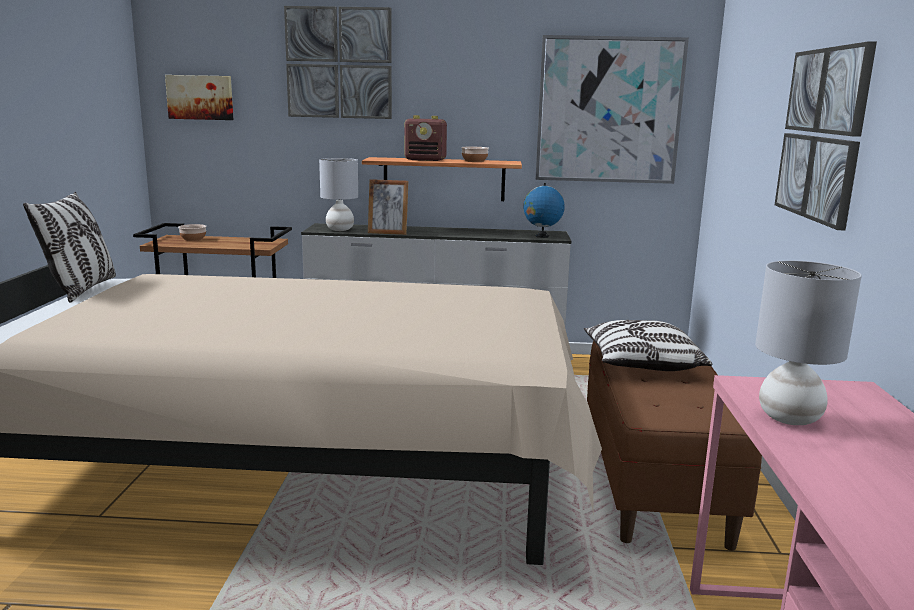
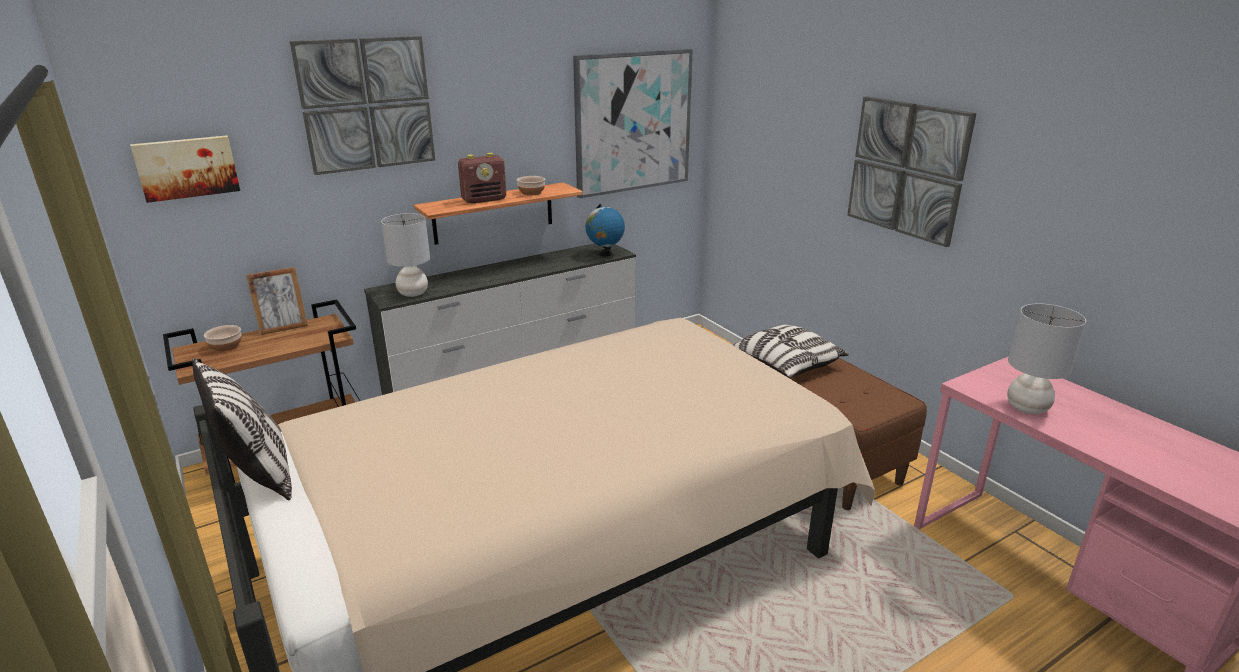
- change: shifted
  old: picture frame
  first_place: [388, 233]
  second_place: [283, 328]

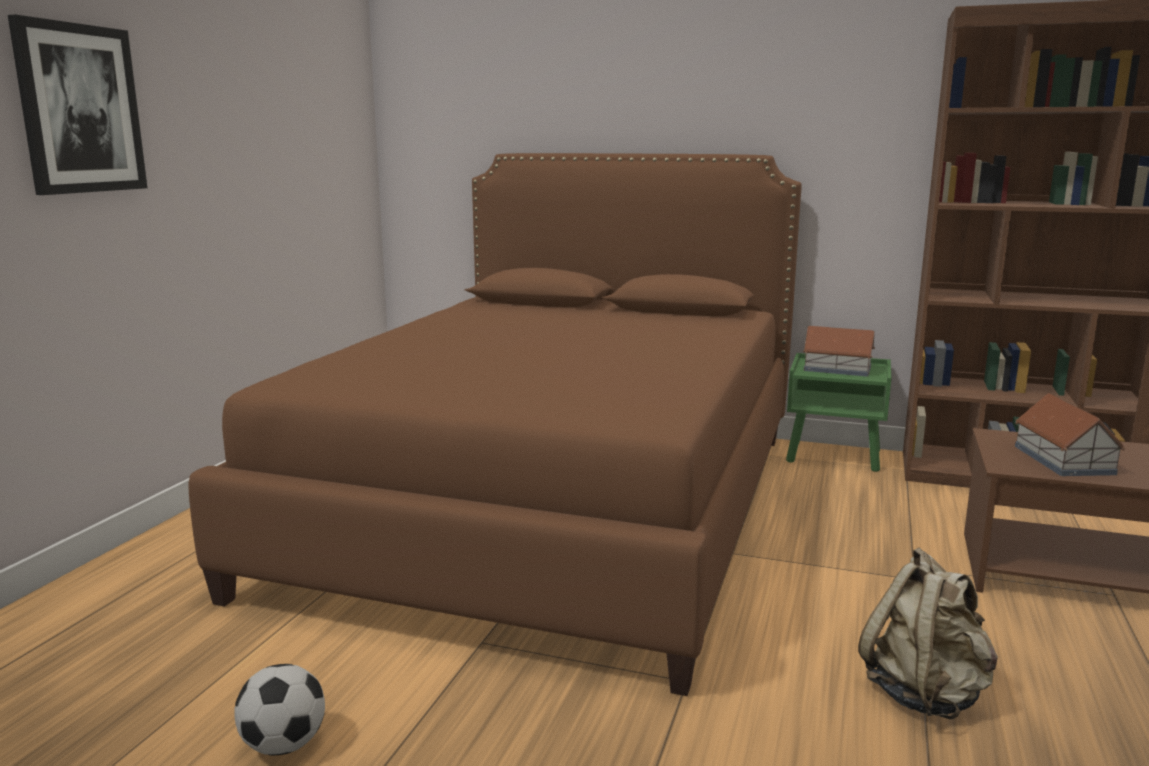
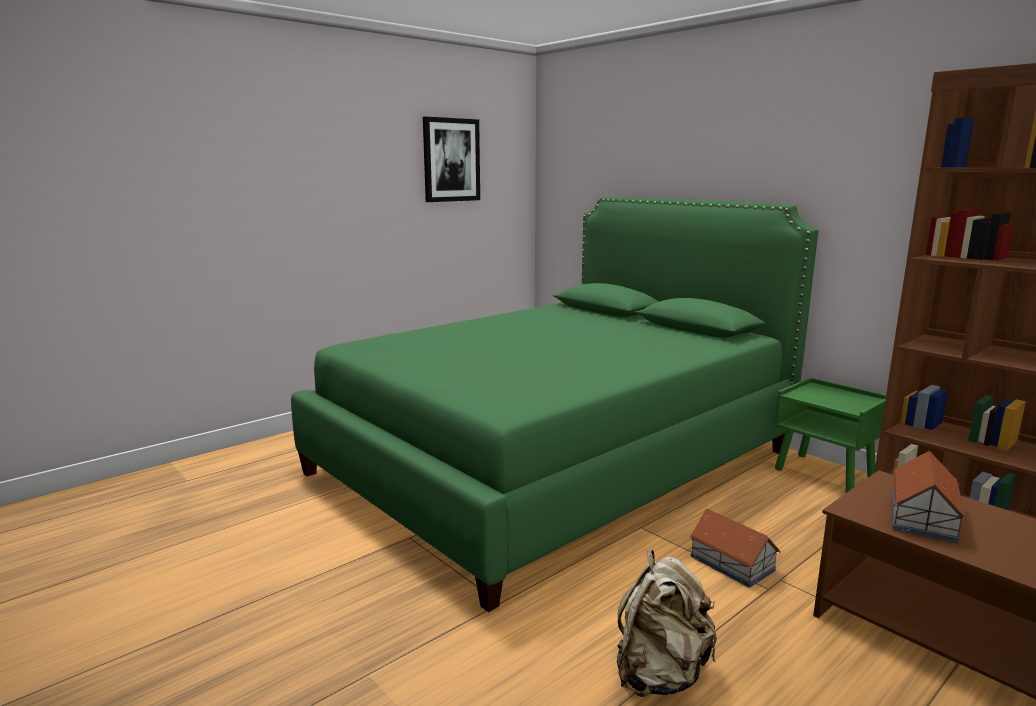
- change: repainted
  old: brown bed
  new: green bed
  first_place: [555, 505]
  second_place: [555, 461]
- change: shifted
  old: picture
  first_place: [80, 109]
  second_place: [451, 160]
- change: shifted
  old: toy house
  first_place: [836, 368]
  second_place: [731, 563]
- change: gone
  old: football
  first_place: [284, 745]

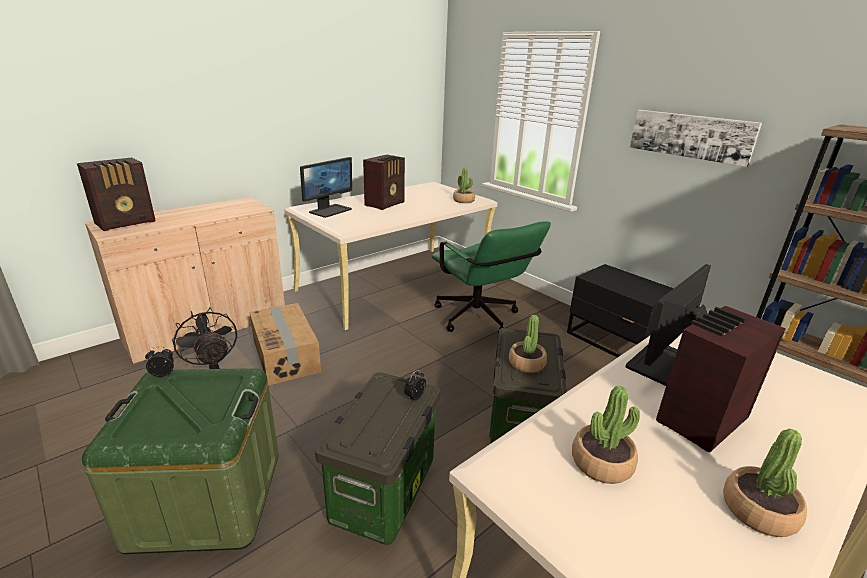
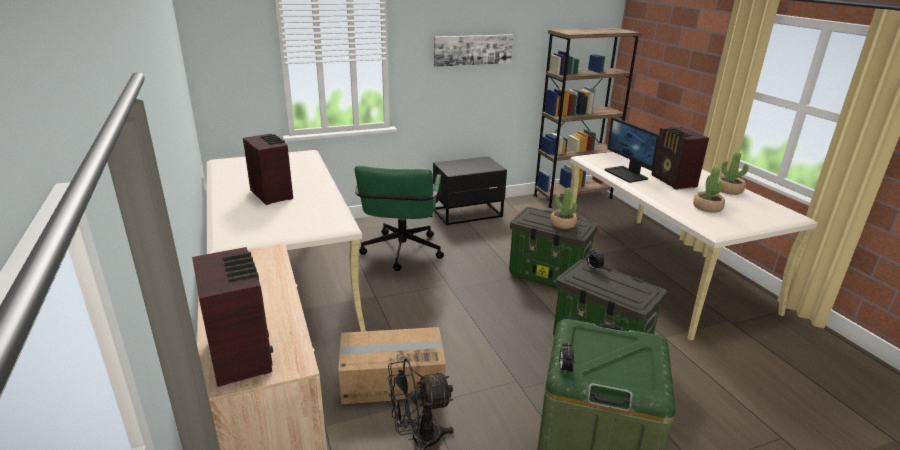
- change: rotated
  old: green office chair
  first_place: [480, 320]
  second_place: [401, 254]
  degrees: 105
- change: gone
  old: monitor
  first_place: [330, 210]
- change: gone
  old: potted plant
  first_place: [463, 200]

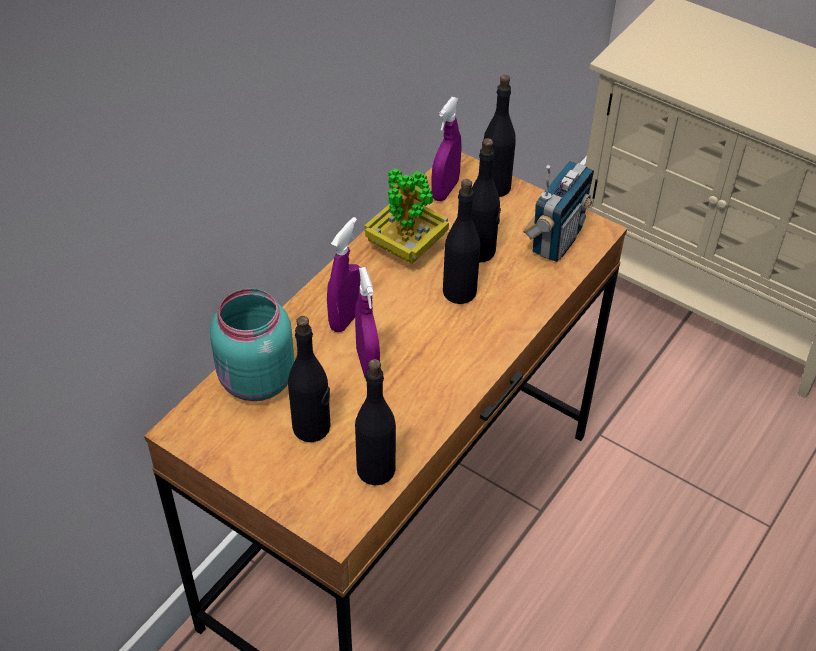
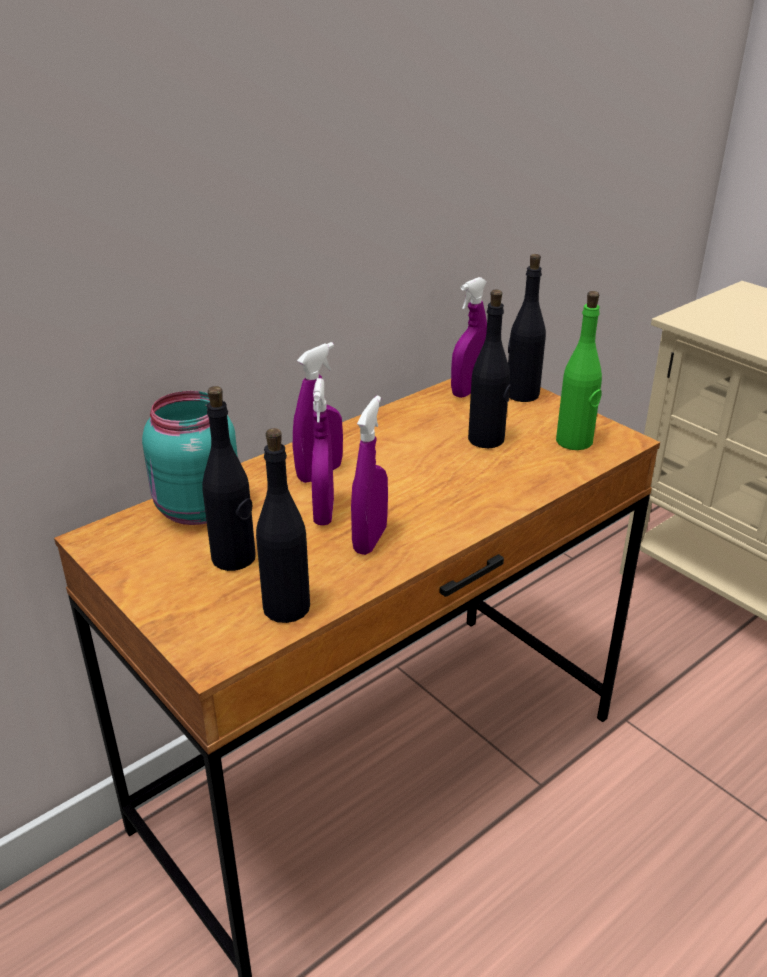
- change: new
  new: purple spray bottle
  second_place: [370, 540]
- change: swapped
  old: radio
  new: green bottle
  first_place: [555, 241]
  second_place: [574, 441]
- change: gone
  old: potted plant
  first_place: [406, 247]
- change: gone
  old: black bottle
  first_place: [459, 291]

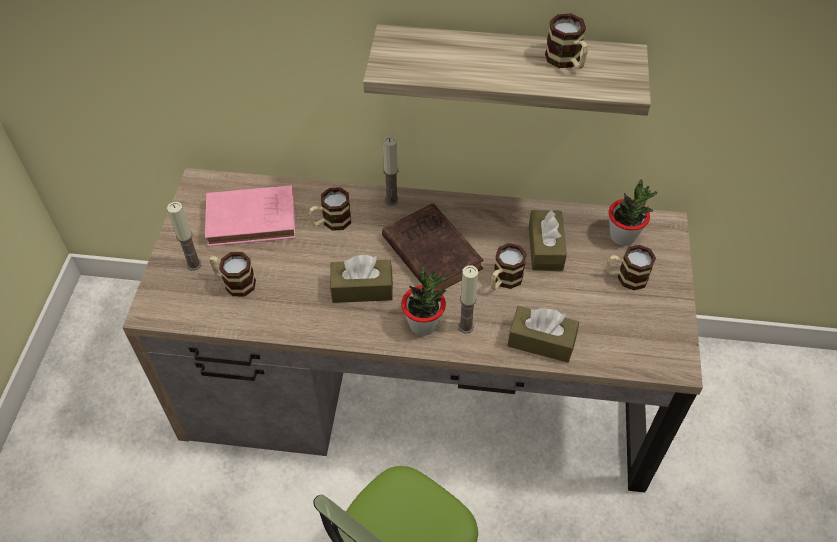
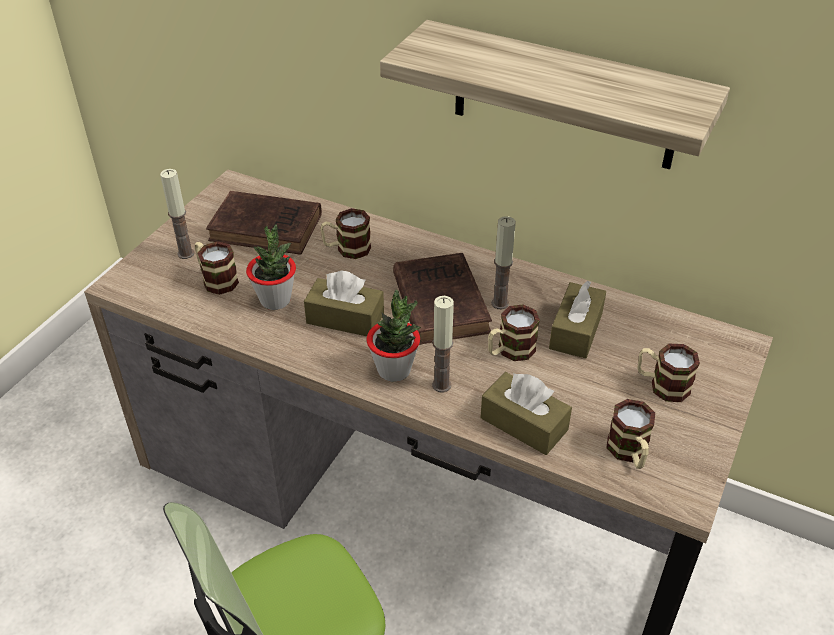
- change: repainted
  old: pink book
  new: brown book
  first_place: [254, 219]
  second_place: [269, 228]
- change: shifted
  old: potted plant
  first_place: [622, 236]
  second_place: [275, 300]
- change: shifted
  old: candle
  first_place: [392, 200]
  second_place: [500, 303]
- change: shifted
  old: mug
  first_place: [566, 61]
  second_place: [629, 453]

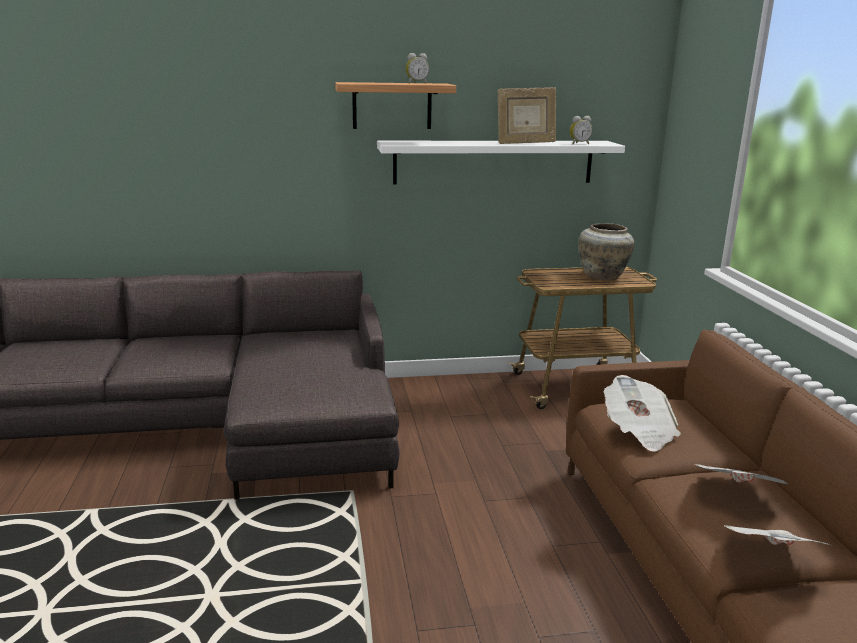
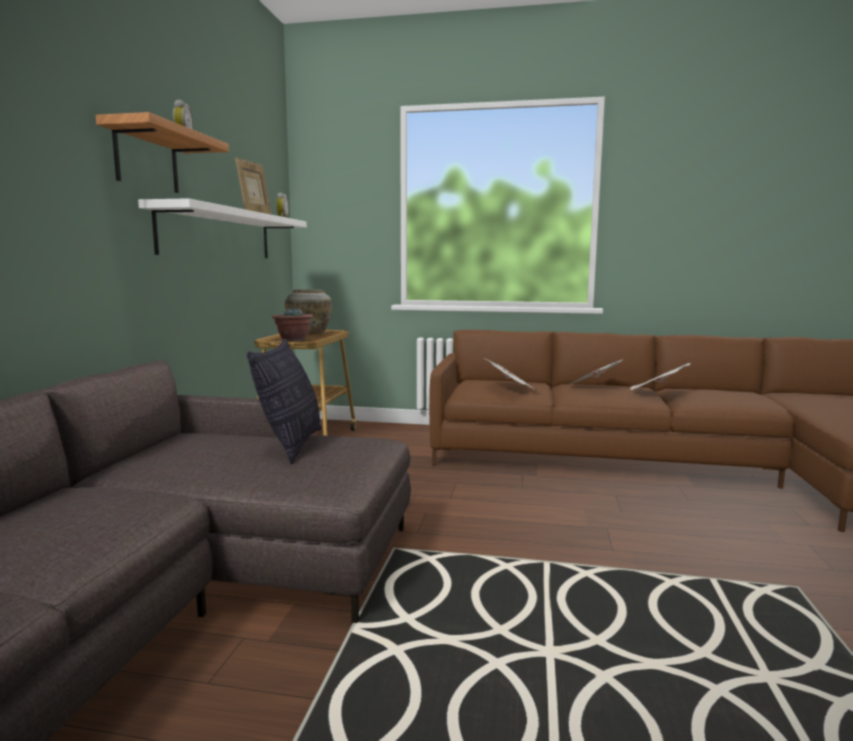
- change: new
  new: pillow
  second_place: [291, 445]
- change: new
  new: potted plant
  second_place: [293, 339]

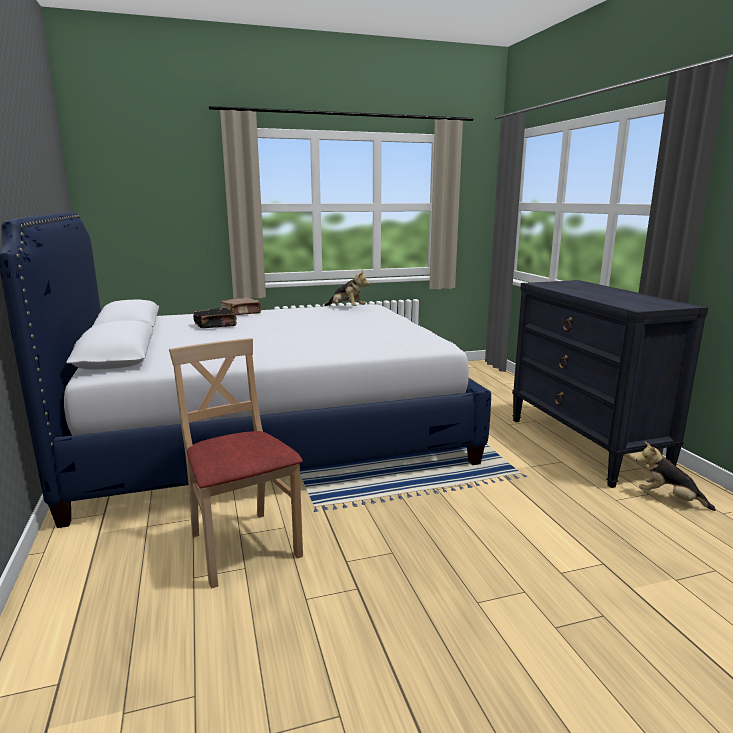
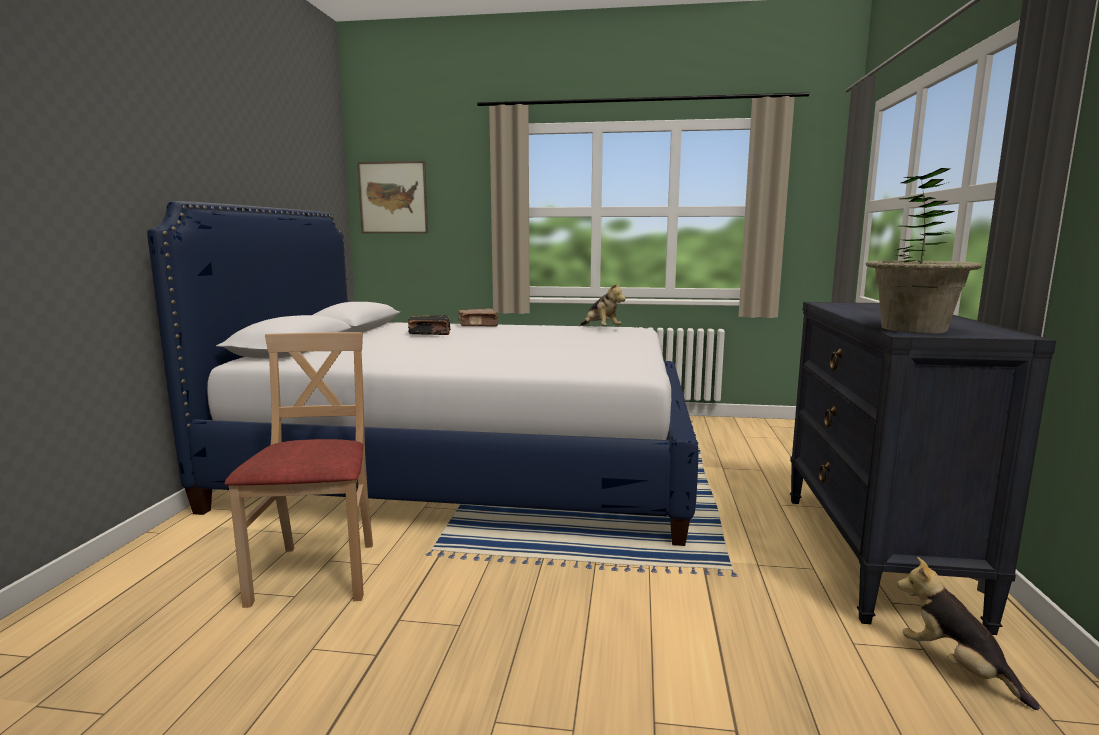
- change: new
  new: picture
  second_place: [393, 198]
- change: new
  new: potted plant
  second_place: [913, 329]

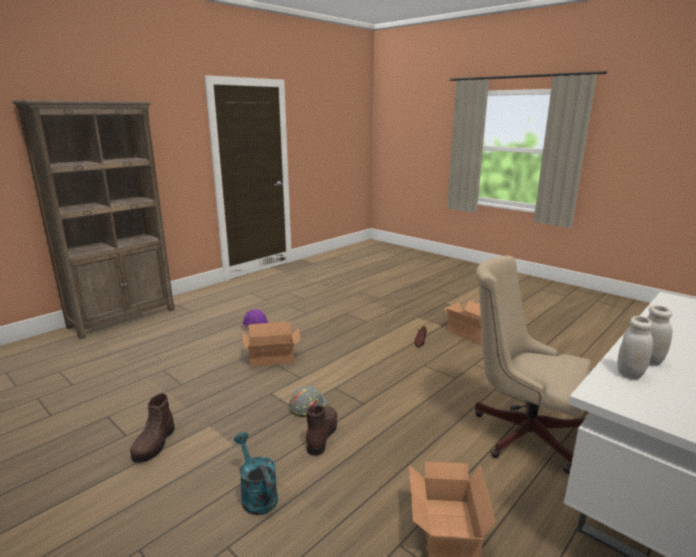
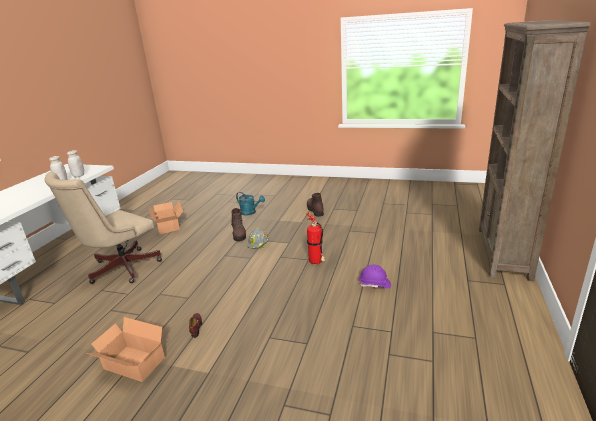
- change: rotated
  old: beige office chair
  first_place: [521, 432]
  second_place: [120, 269]
  degrees: 120
- change: swapped
  old: cardboard box
  new: fire extinguisher
  first_place: [273, 358]
  second_place: [317, 263]

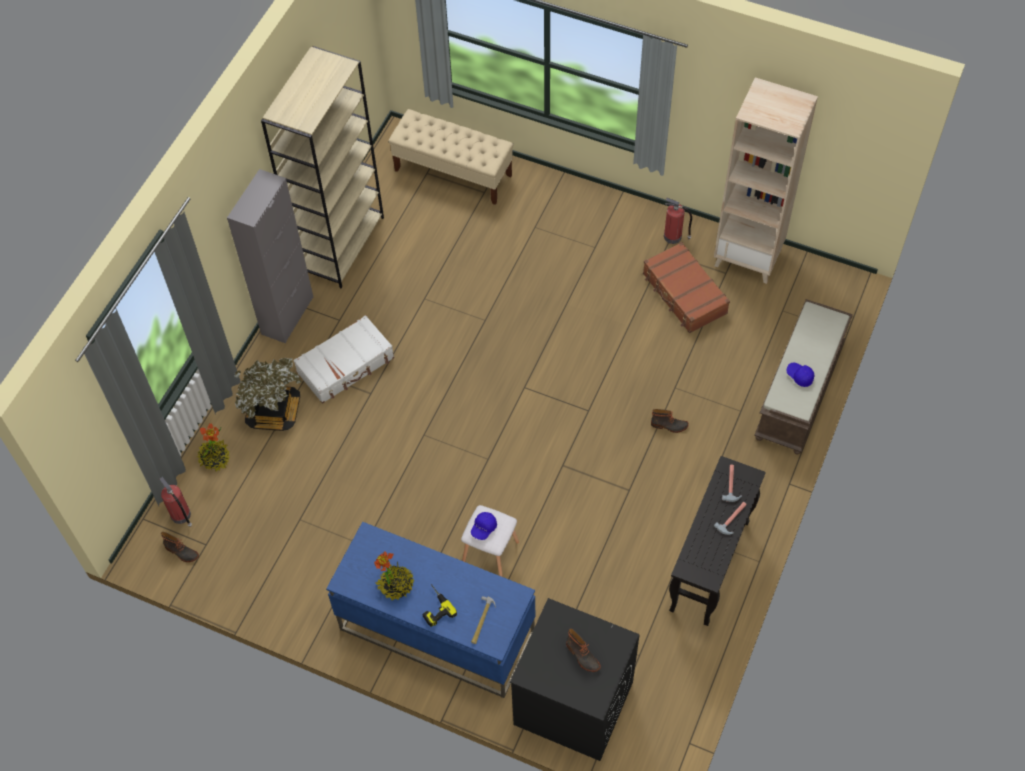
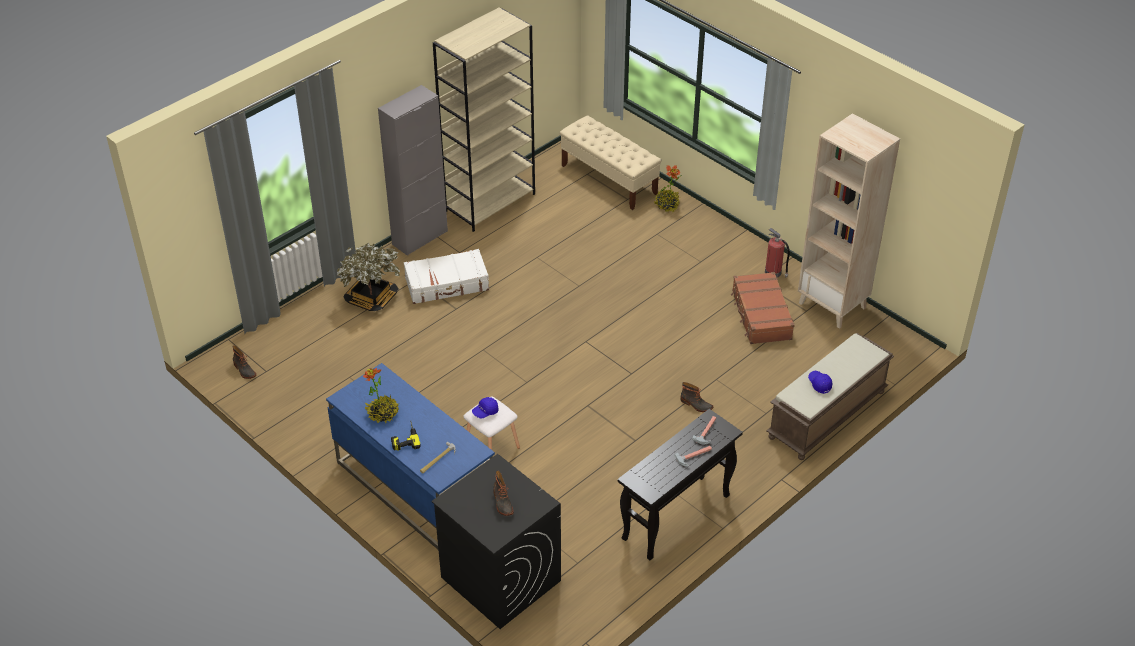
- change: shifted
  old: potted plant
  first_place: [215, 458]
  second_place: [667, 205]
- change: gone
  old: fire extinguisher
  first_place: [181, 515]

